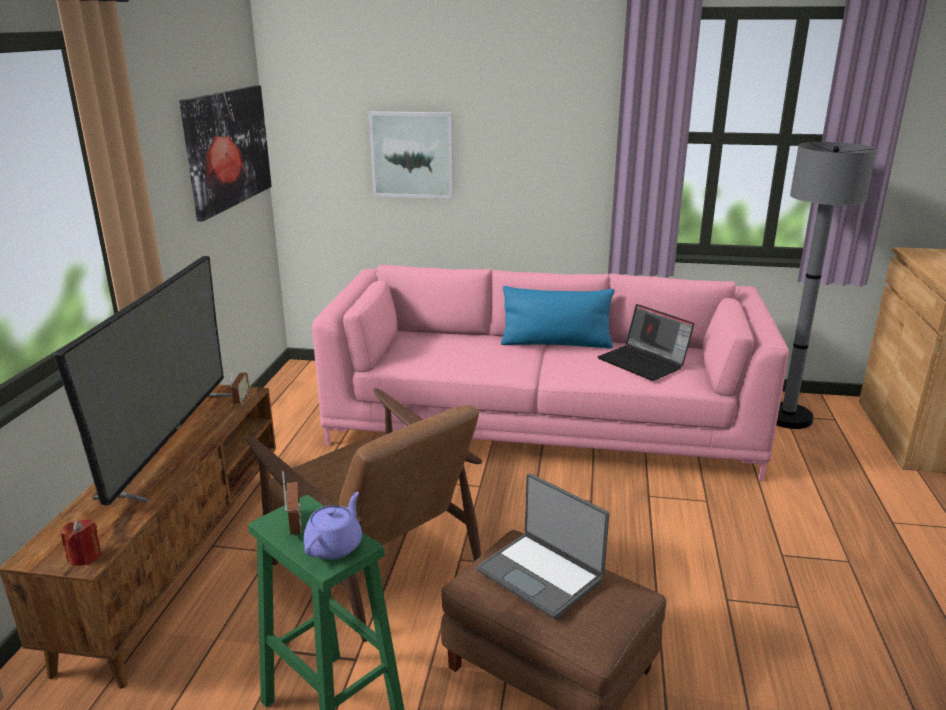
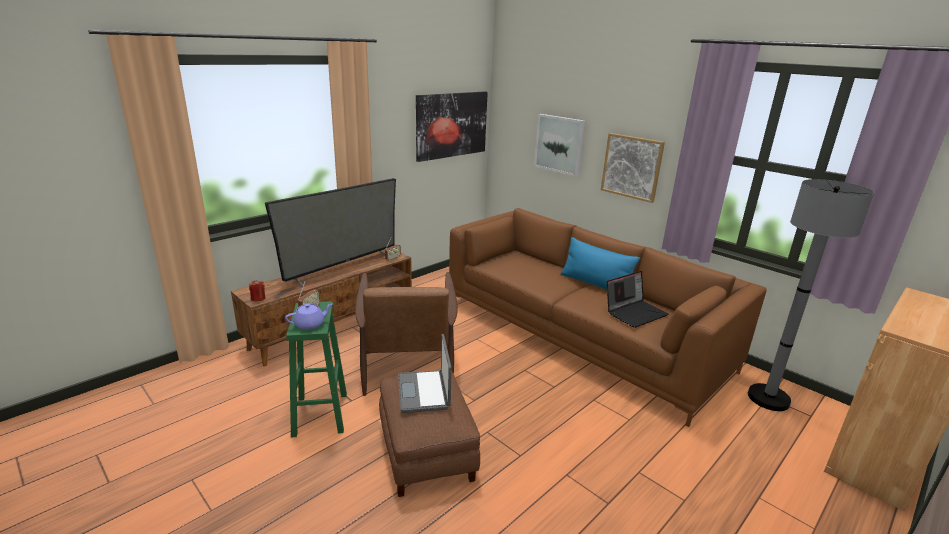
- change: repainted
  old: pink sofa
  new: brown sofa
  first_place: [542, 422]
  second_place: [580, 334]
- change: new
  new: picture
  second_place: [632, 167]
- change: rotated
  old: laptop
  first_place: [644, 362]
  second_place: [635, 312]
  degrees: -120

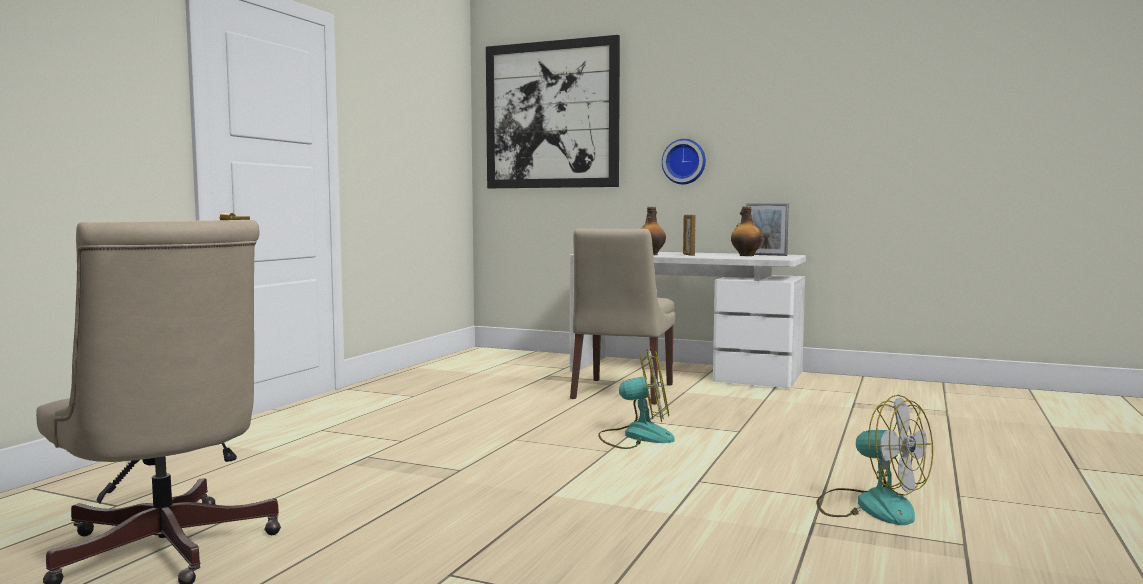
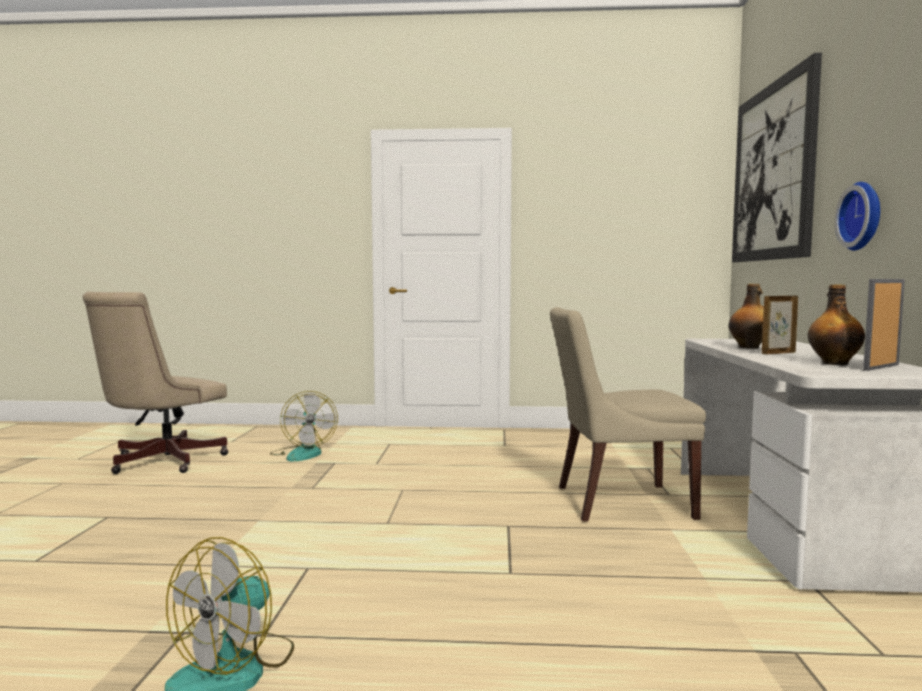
- change: shifted
  old: fan
  first_place: [636, 436]
  second_place: [303, 453]
- change: rotated
  old: picture frame
  first_place: [765, 255]
  second_place: [881, 367]
  degrees: 45

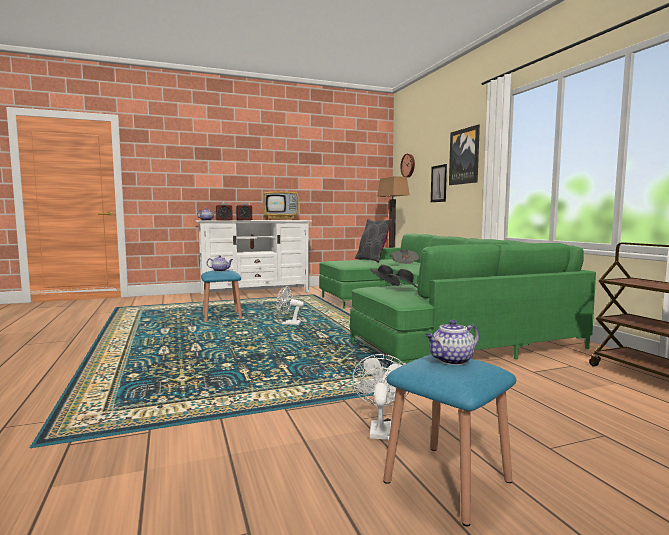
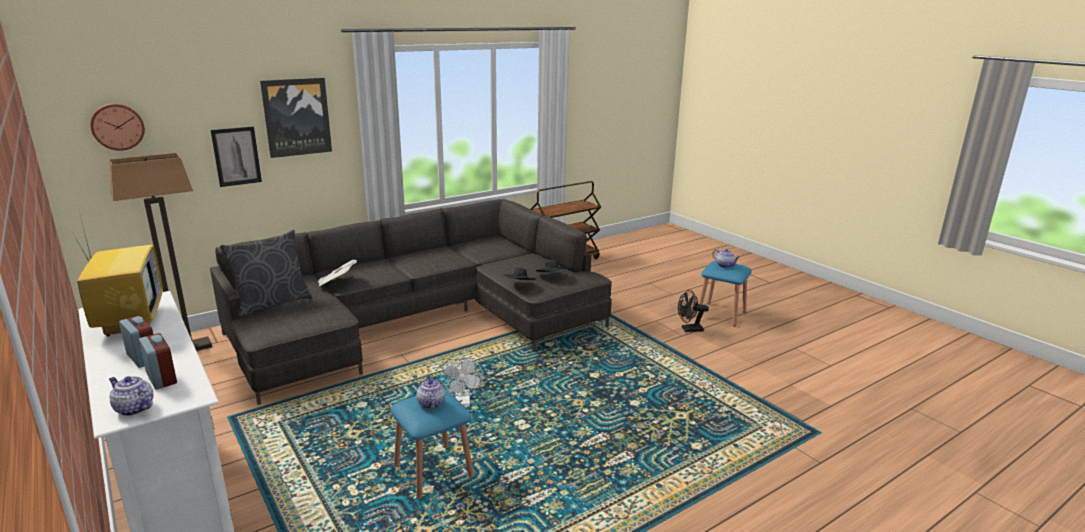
- change: repainted
  old: green sofa
  new: grey sofa
  first_place: [426, 319]
  second_place: [419, 320]
- change: repainted
  old: white fan
  new: black fan
  first_place: [380, 428]
  second_place: [689, 329]

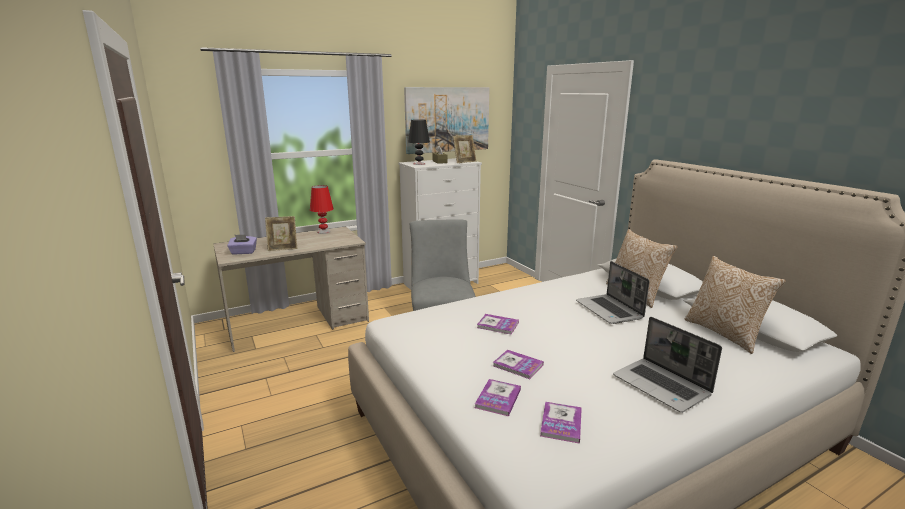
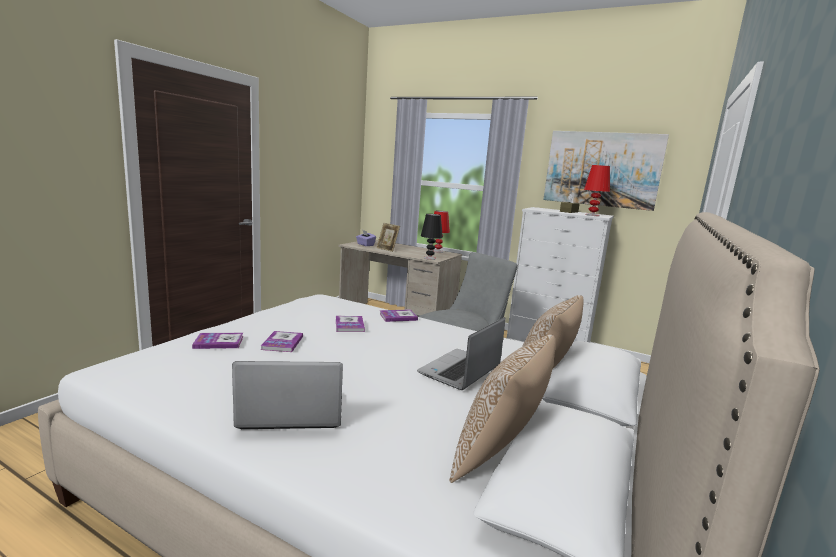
- change: rotated
  old: laptop
  first_place: [662, 386]
  second_place: [290, 412]
  degrees: 60
- change: shifted
  old: book
  first_place: [561, 423]
  second_place: [398, 317]
- change: shifted
  old: black table lamp
  first_place: [419, 164]
  second_place: [430, 258]
- change: swapped
  old: picture frame
  new: red table lamp
  first_place: [464, 162]
  second_place: [592, 215]

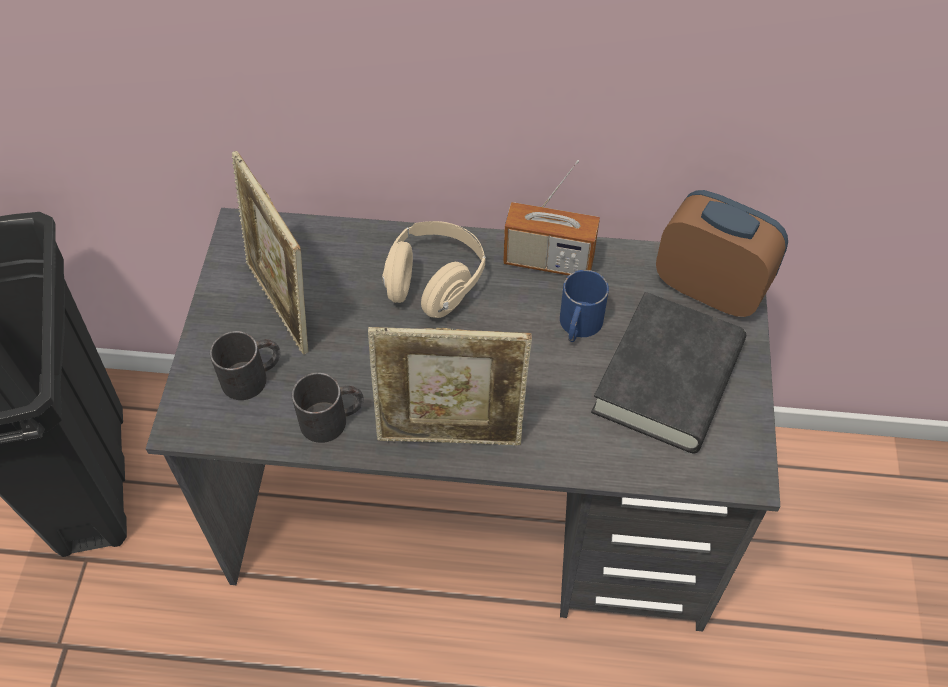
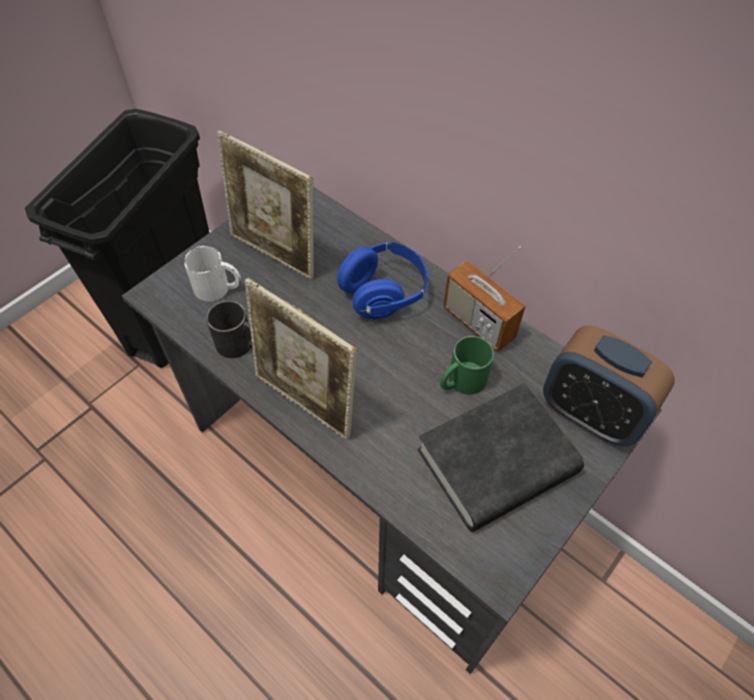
- change: repainted
  old: black mug
  new: white mug
  first_place: [253, 376]
  second_place: [218, 288]
- change: rotated
  old: picture frame
  first_place: [283, 305]
  second_place: [275, 254]
  degrees: -60
- change: repainted
  old: beige headphones
  new: blue headphones
  first_place: [434, 283]
  second_place: [384, 293]
- change: repainted
  old: blue mug
  new: green mug
  first_place: [578, 326]
  second_place: [461, 382]
- change: rotated
  old: alarm clock
  first_place: [710, 288]
  second_place: [590, 413]
  degrees: 150

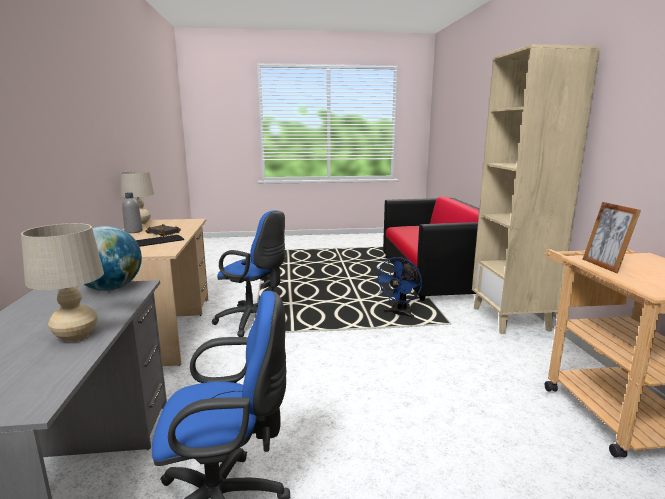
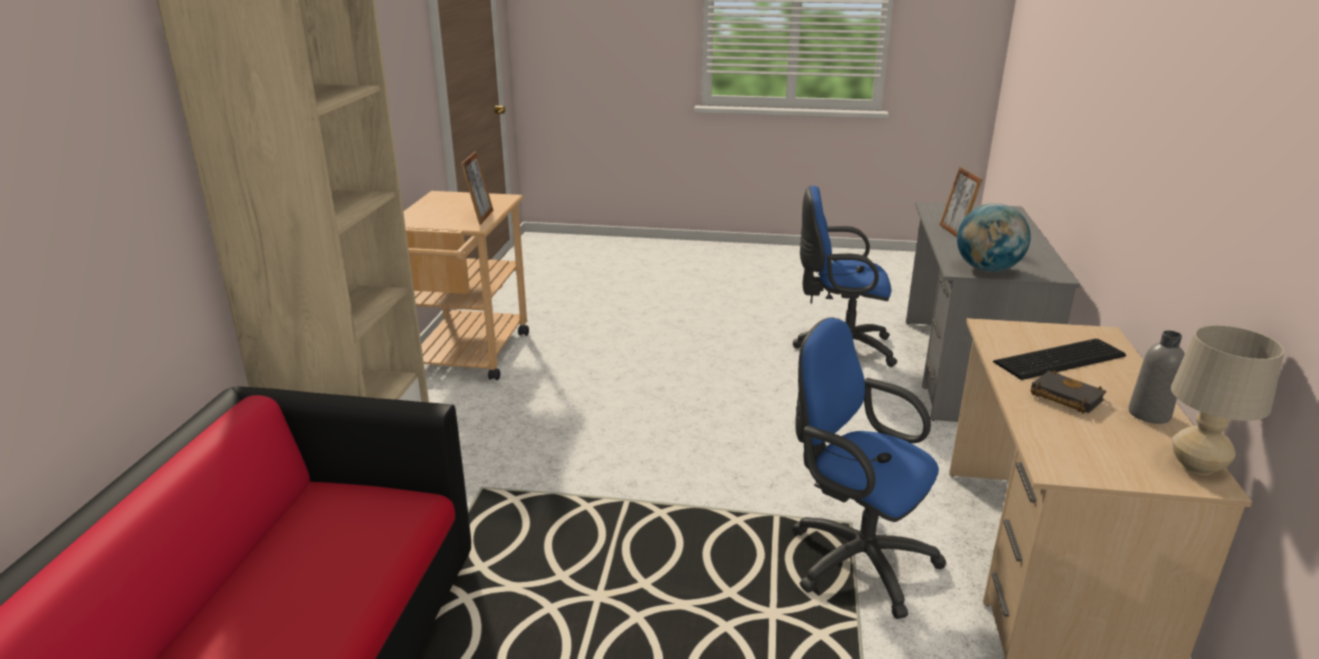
- change: swapped
  old: beige table lamp
  new: picture frame
  first_place: [76, 336]
  second_place: [955, 232]
- change: gone
  old: blue fan
  first_place: [399, 314]

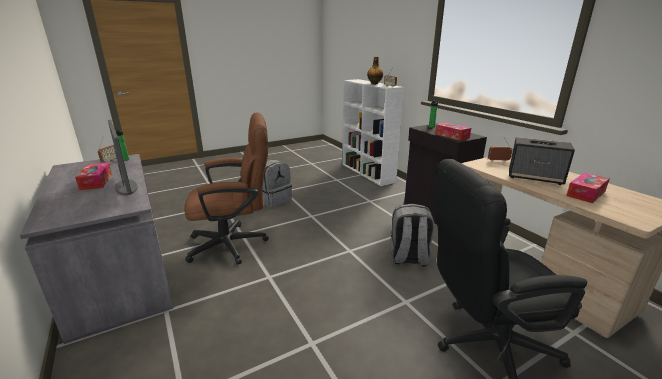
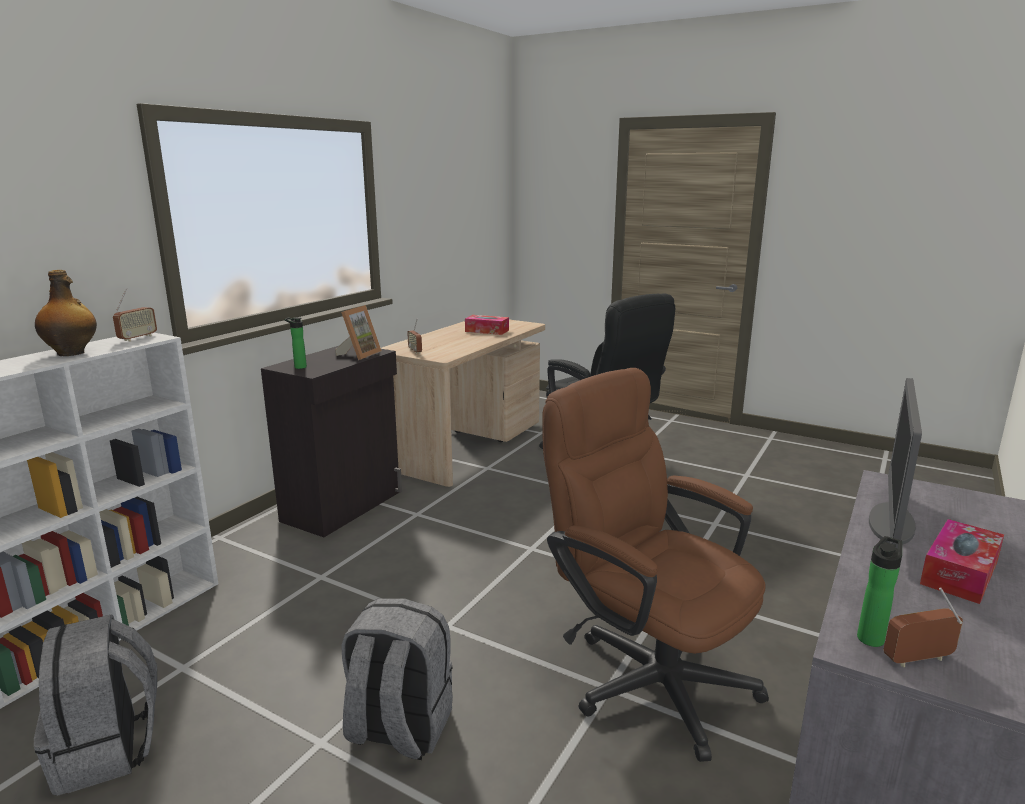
- change: shifted
  old: grey backpack
  first_place: [408, 258]
  second_place: [108, 750]
- change: swapped
  old: tissue box
  new: picture frame
  first_place: [452, 136]
  second_place: [359, 354]
- change: gone
  old: speaker
  first_place: [535, 177]

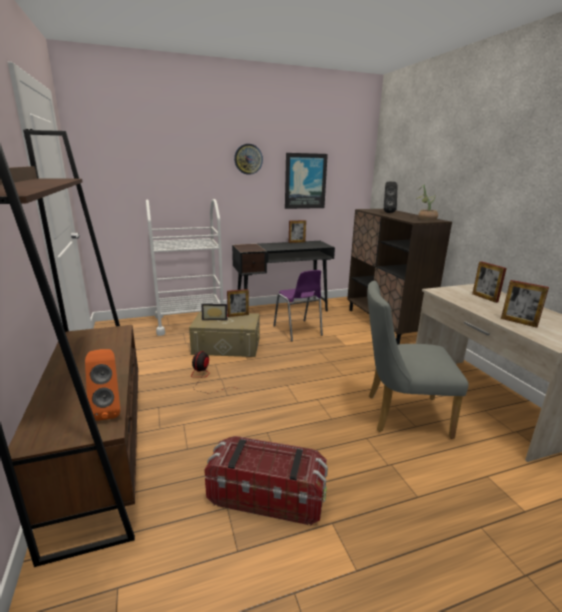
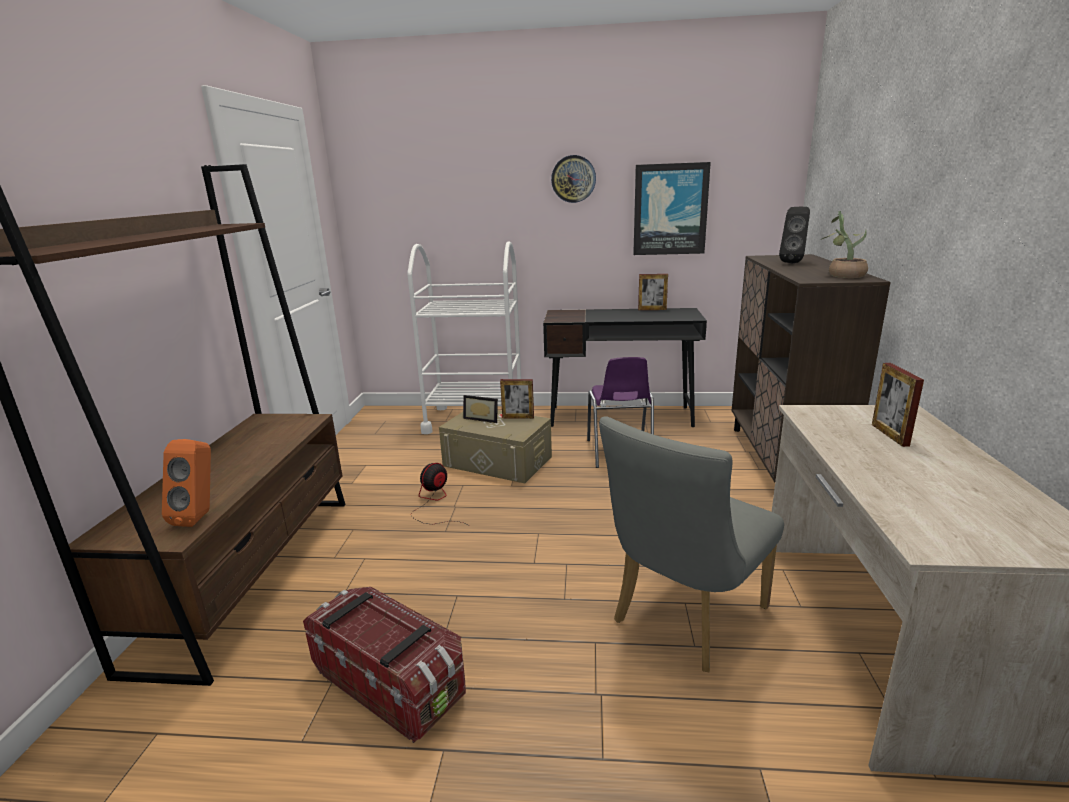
- change: rotated
  old: grey chair
  first_place: [400, 414]
  second_place: [683, 619]
  degrees: -75
- change: gone
  old: picture frame
  first_place: [518, 322]

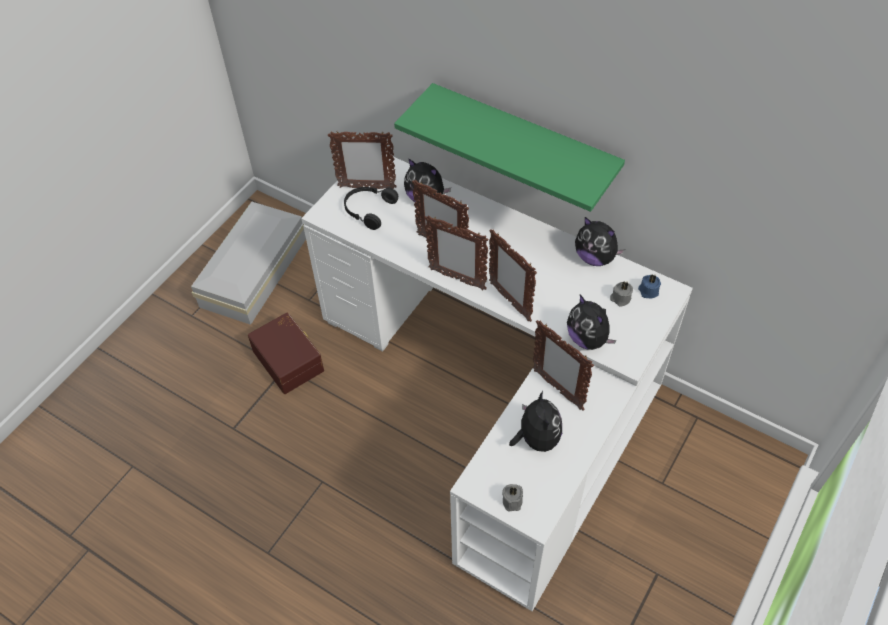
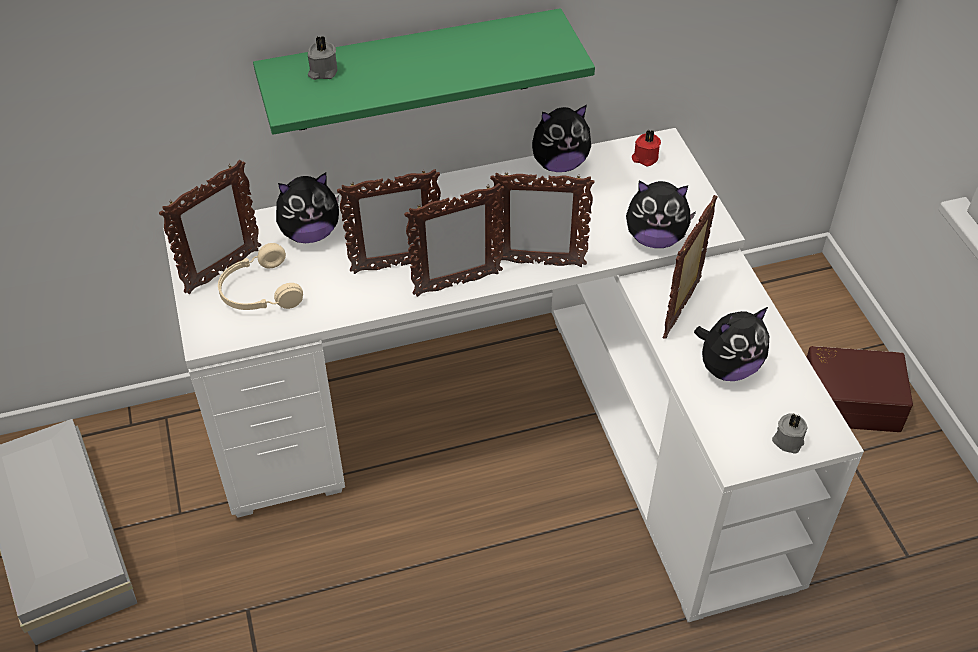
- change: repainted
  old: black headphones
  new: beige headphones
  first_place: [368, 210]
  second_place: [259, 292]
- change: shifted
  old: grey candle
  first_place: [620, 298]
  second_place: [322, 71]
- change: repainted
  old: blue candle
  new: red candle
  first_place: [648, 291]
  second_place: [645, 158]
- change: rotated
  old: picture frame
  first_place: [557, 389]
  second_place: [682, 309]
  degrees: 120
- change: rotated
  old: plush toy
  first_place: [536, 438]
  second_place: [727, 367]
  degrees: 120
- change: shifted
  old: brown storage box
  first_place: [289, 360]
  second_place: [849, 399]

